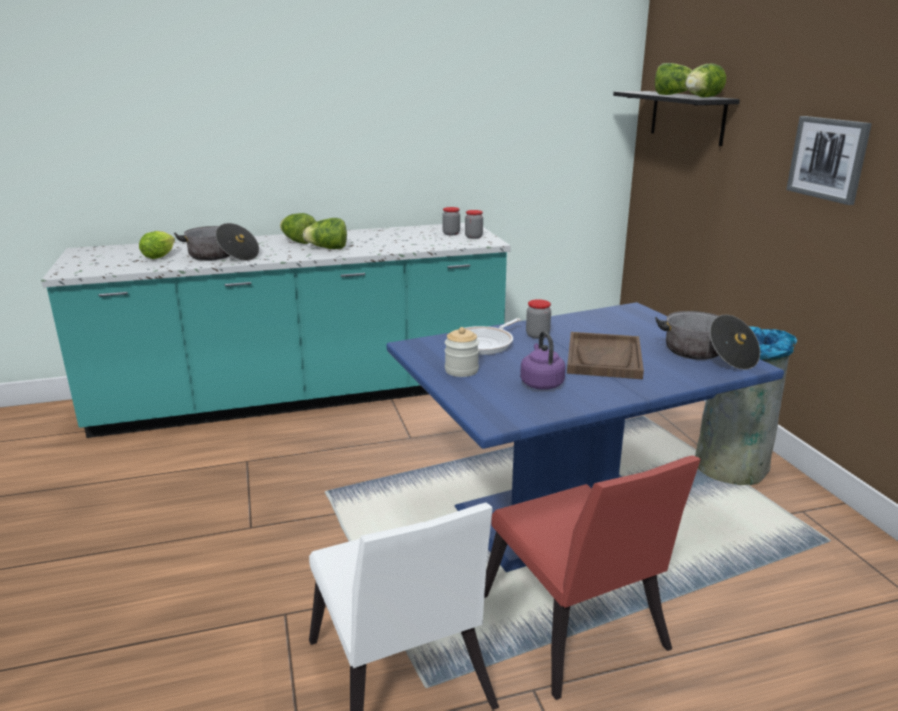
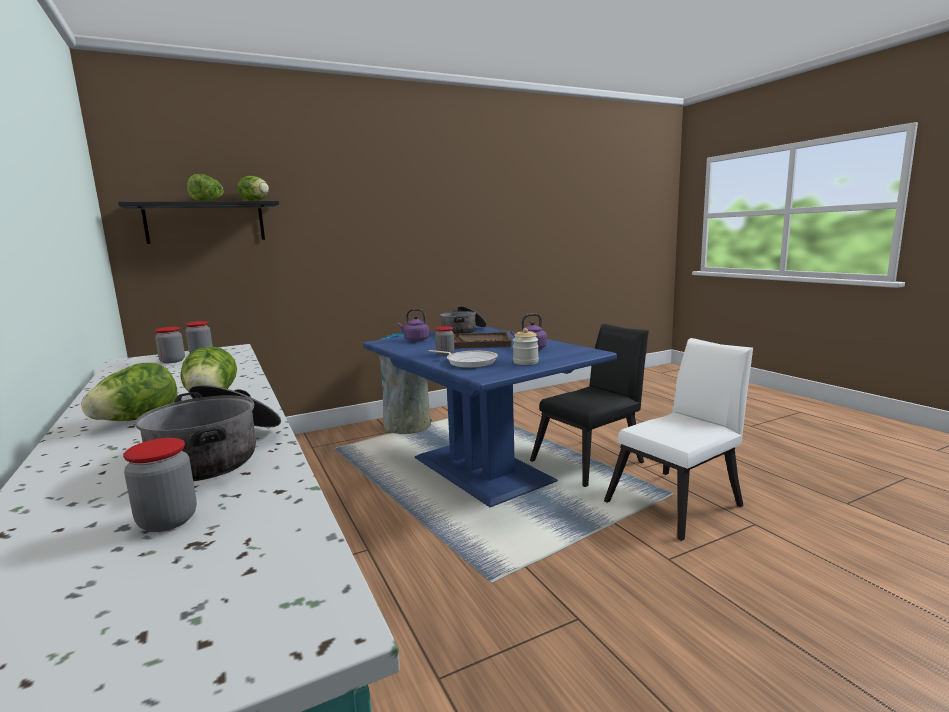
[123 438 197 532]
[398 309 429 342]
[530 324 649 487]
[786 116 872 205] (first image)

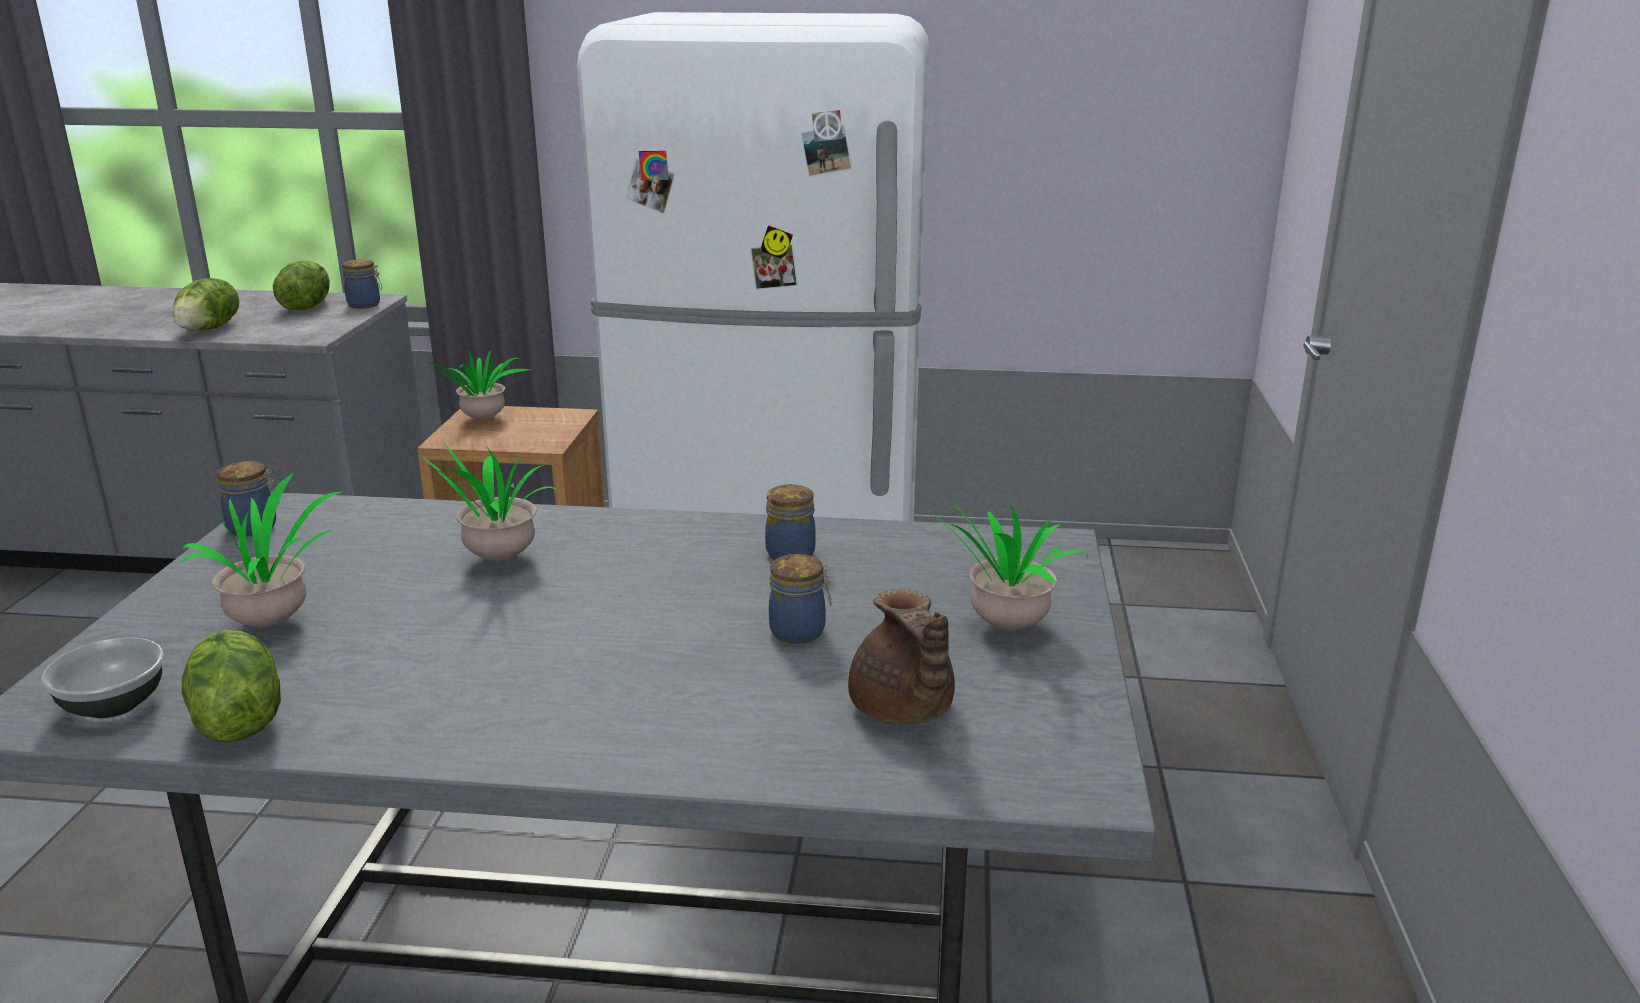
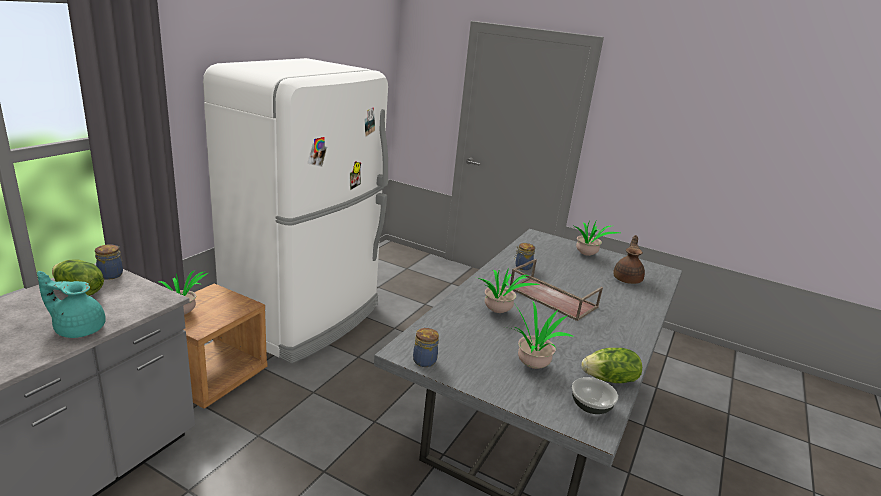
[37 271 106 338]
[510 259 603 321]
[614 235 645 284]
[769 554 831 644] (first image)

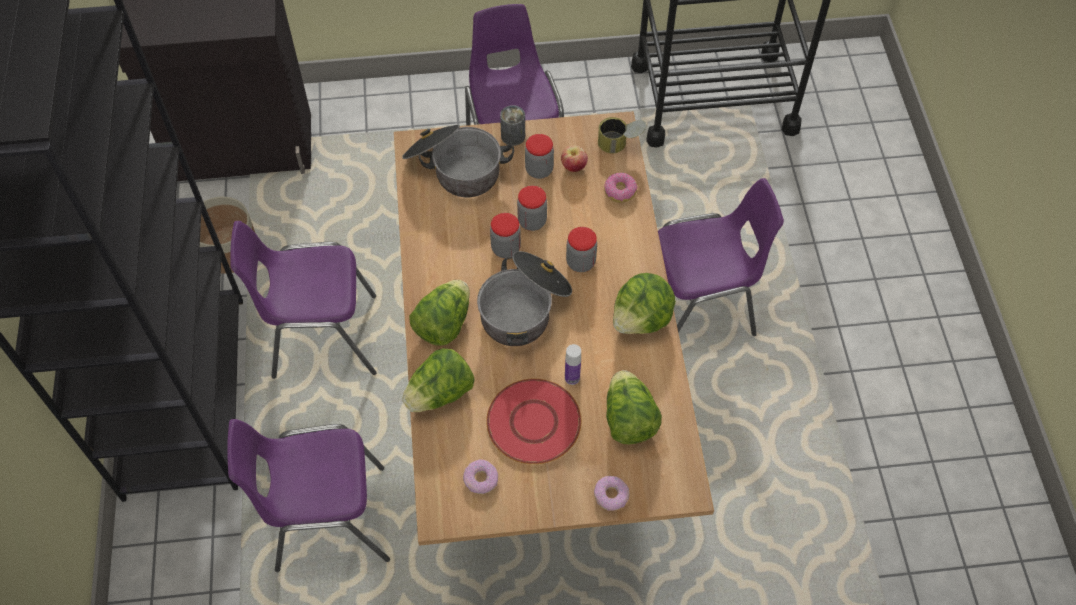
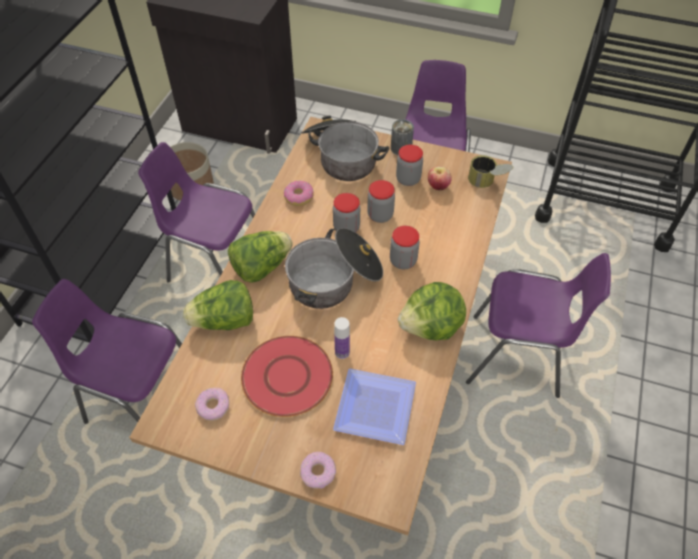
[284 181 314 206]
[333 369 416 445]

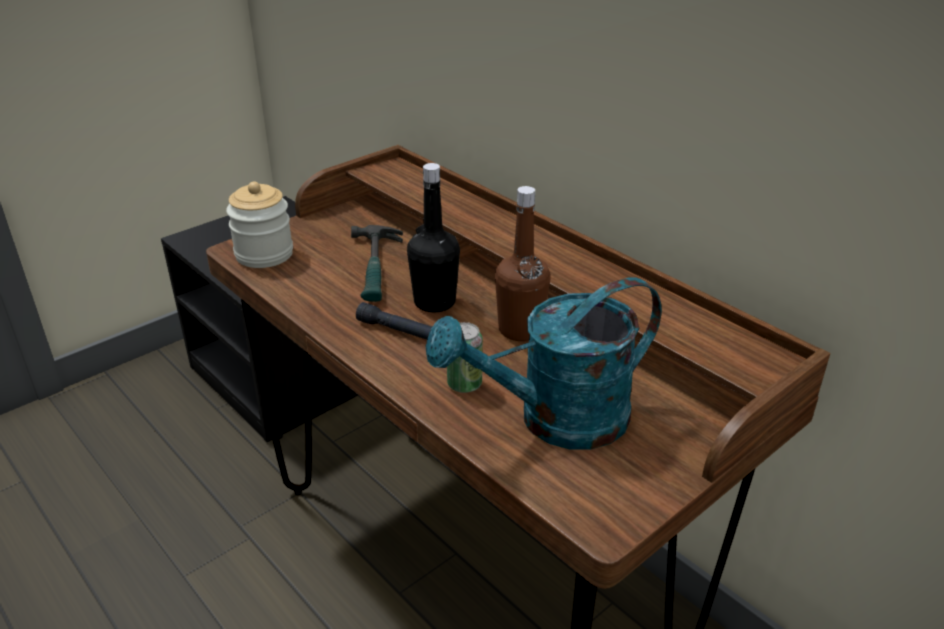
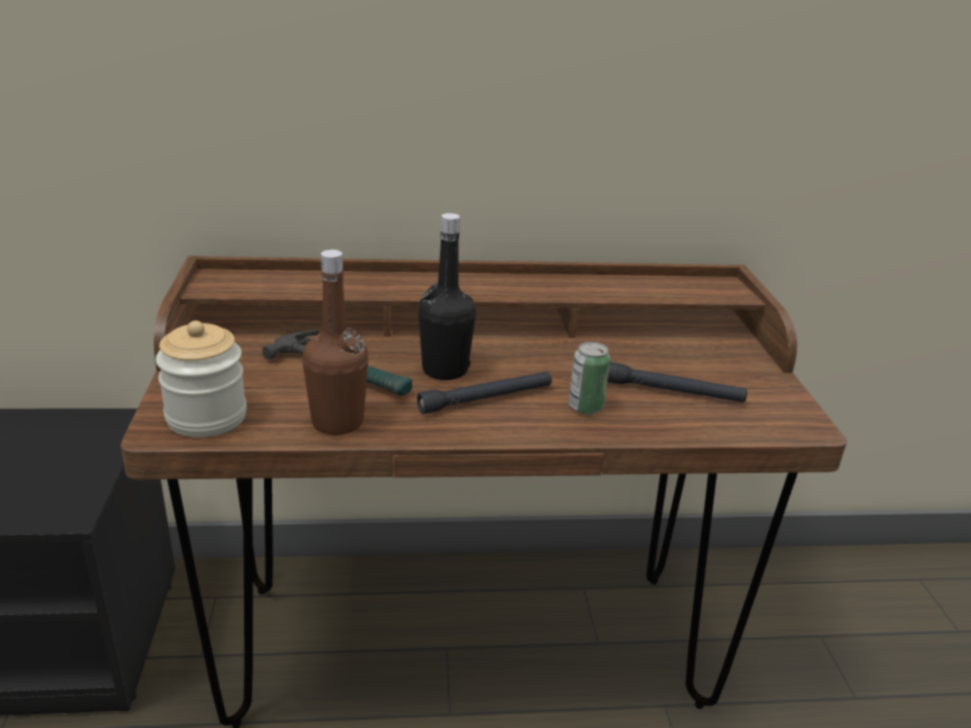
[302 250 368 435]
[608 362 747 403]

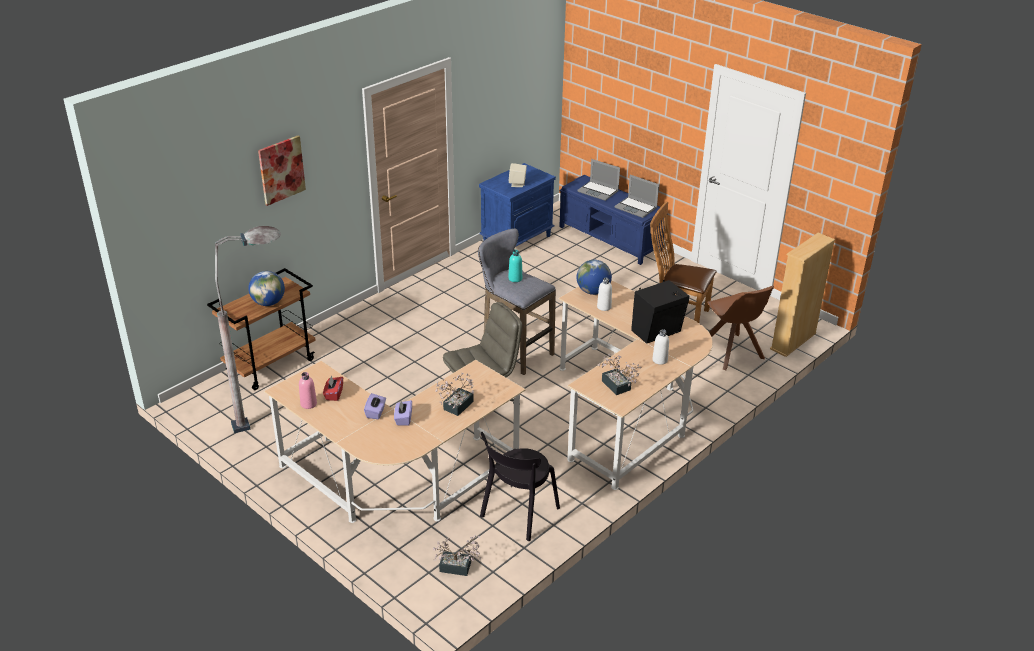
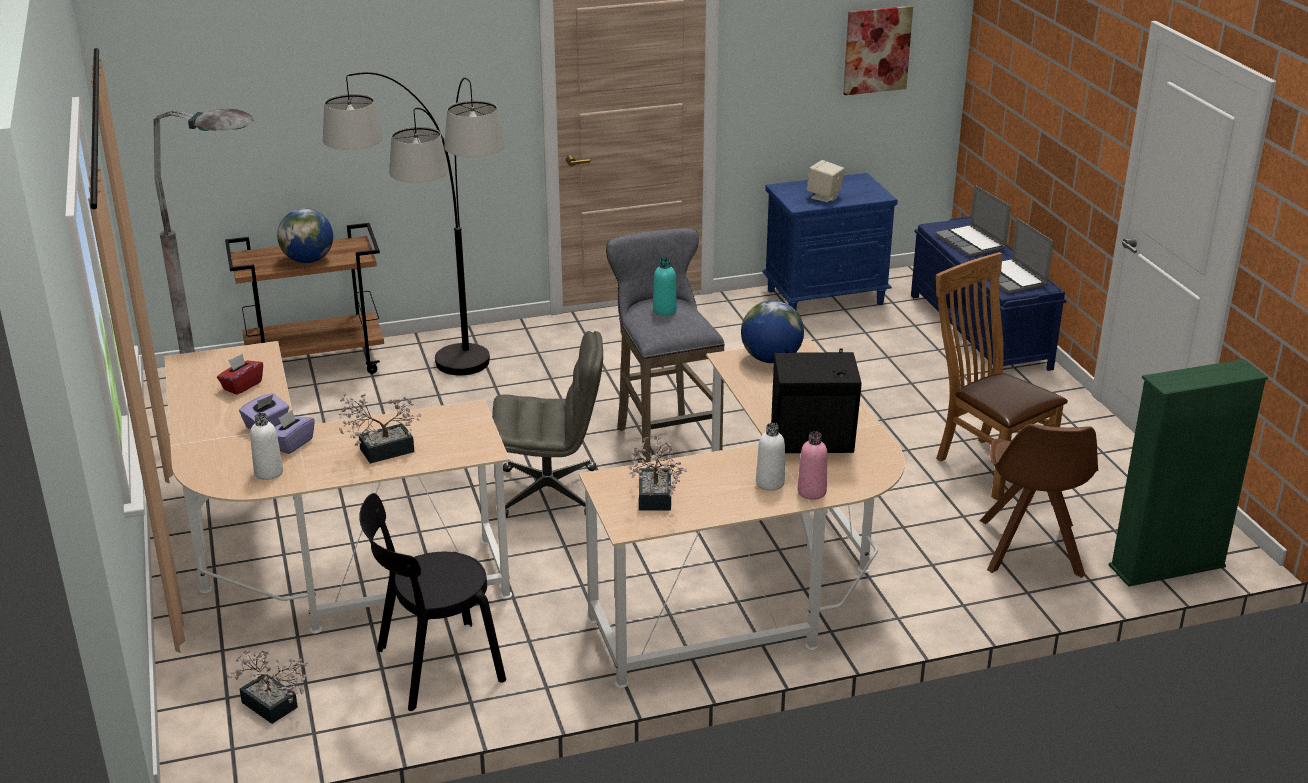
[250 413 283 480]
[323 72 505 375]
[797 431 828 500]
[843 6 913 95]
[1109 359 1268 587]

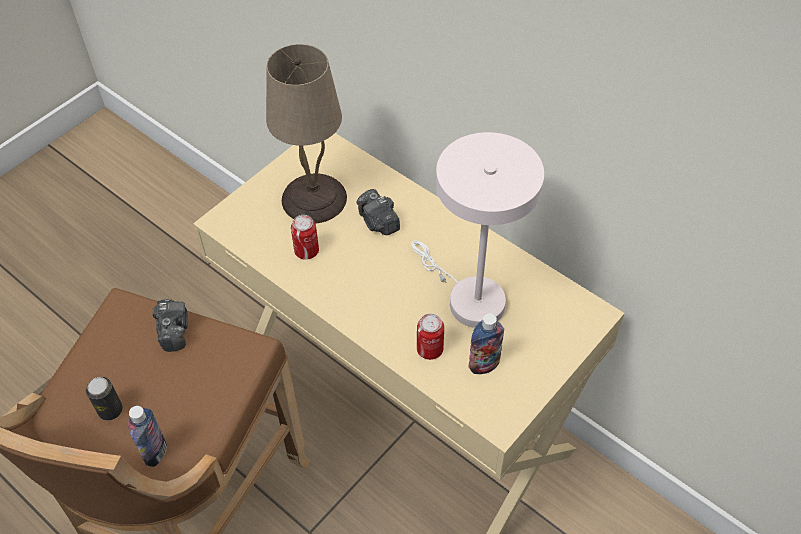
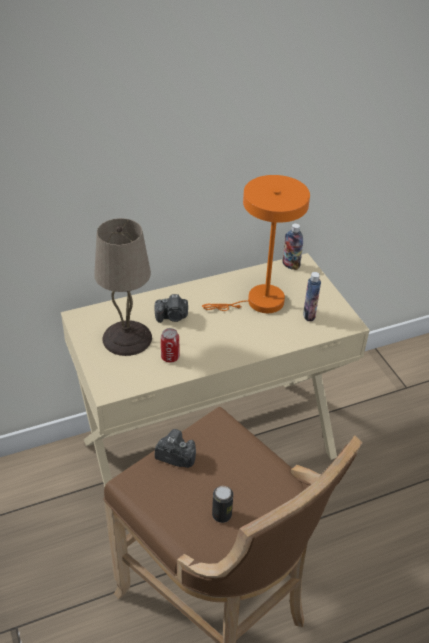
[202 175 310 313]
[283 223 303 270]
[417 313 444 360] (first image)

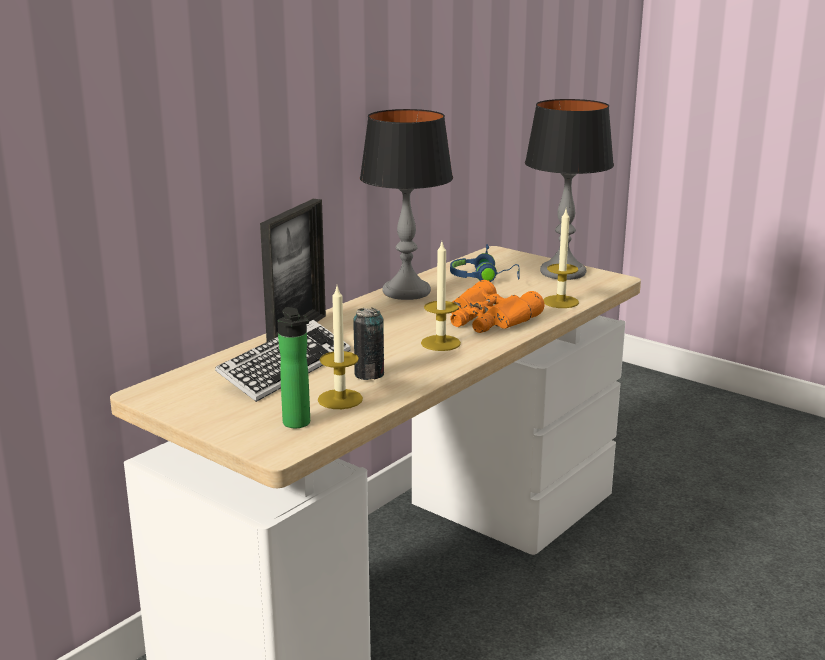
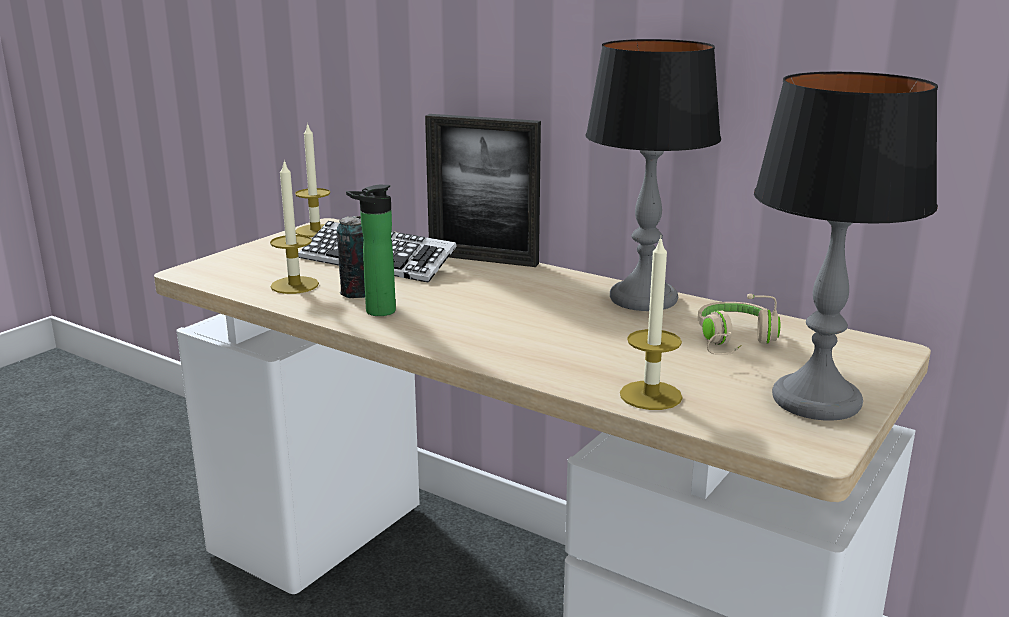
[295 122 330 237]
[346 185 396 316]
[697 294 780 355]
[450 280 544 333] (first image)

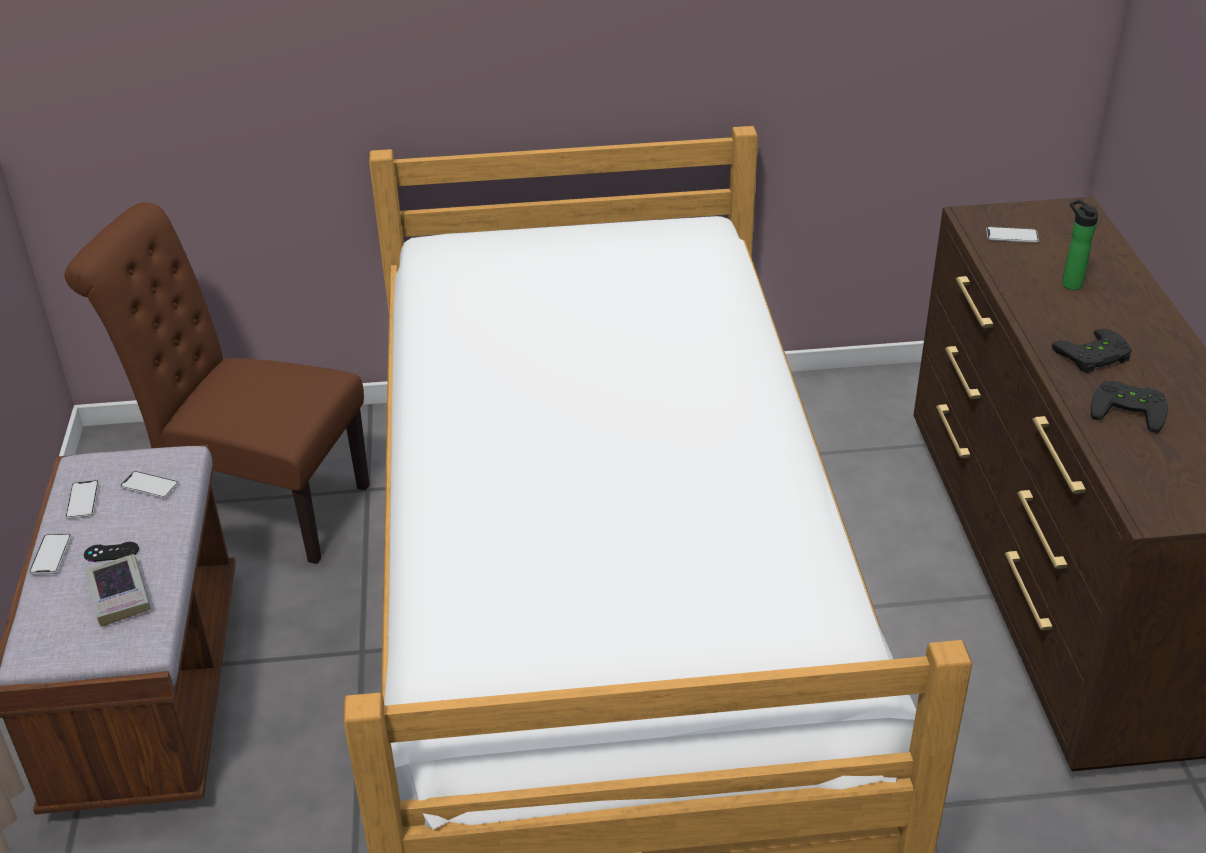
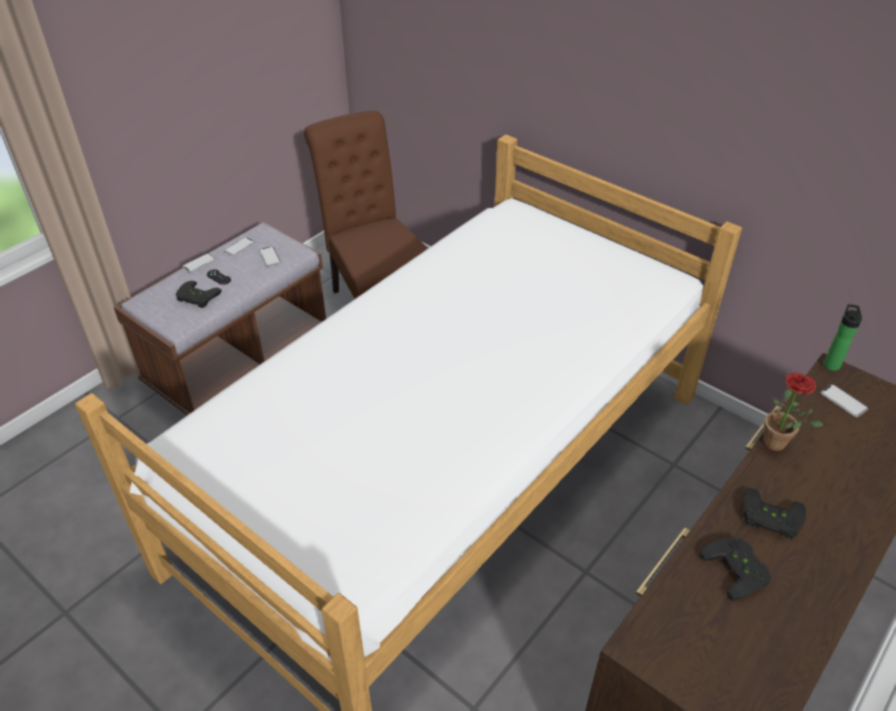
[176 281 222 308]
[763 372 823 451]
[824 304 862 371]

